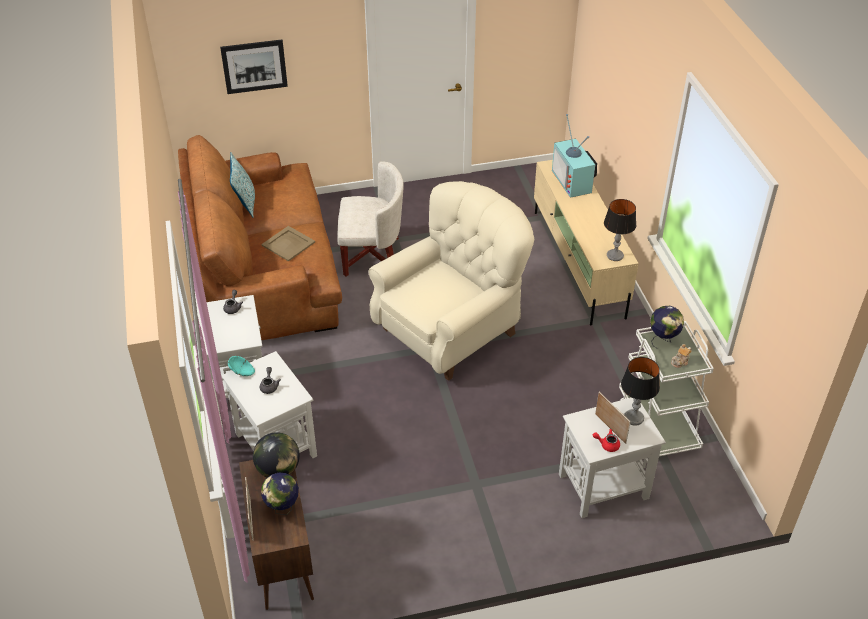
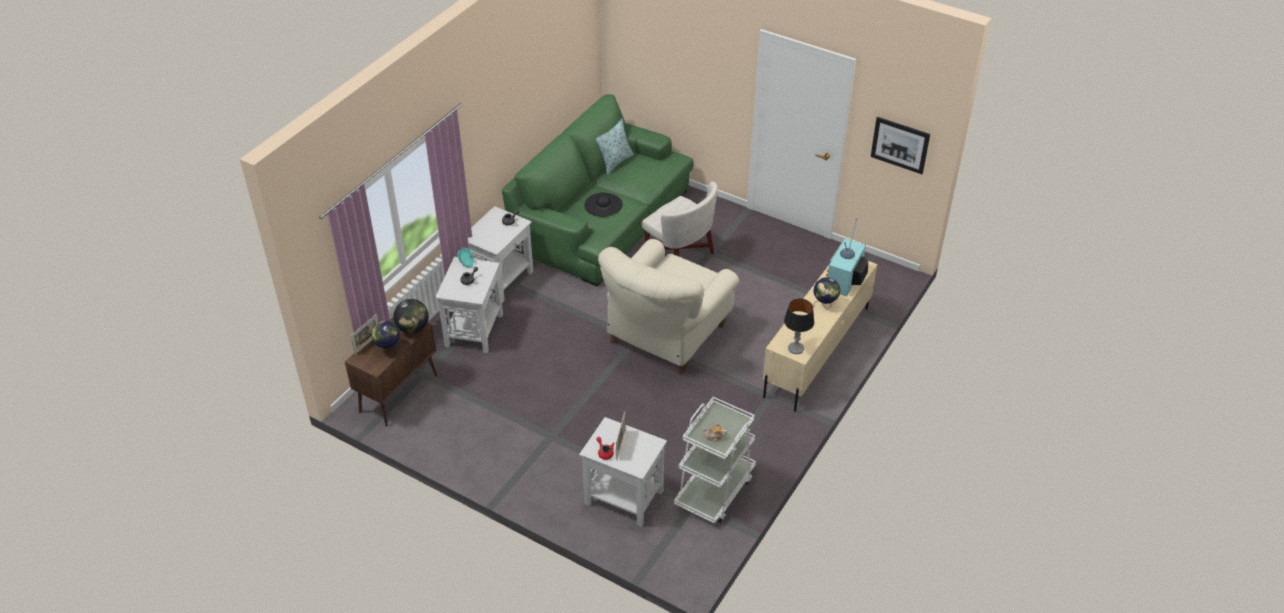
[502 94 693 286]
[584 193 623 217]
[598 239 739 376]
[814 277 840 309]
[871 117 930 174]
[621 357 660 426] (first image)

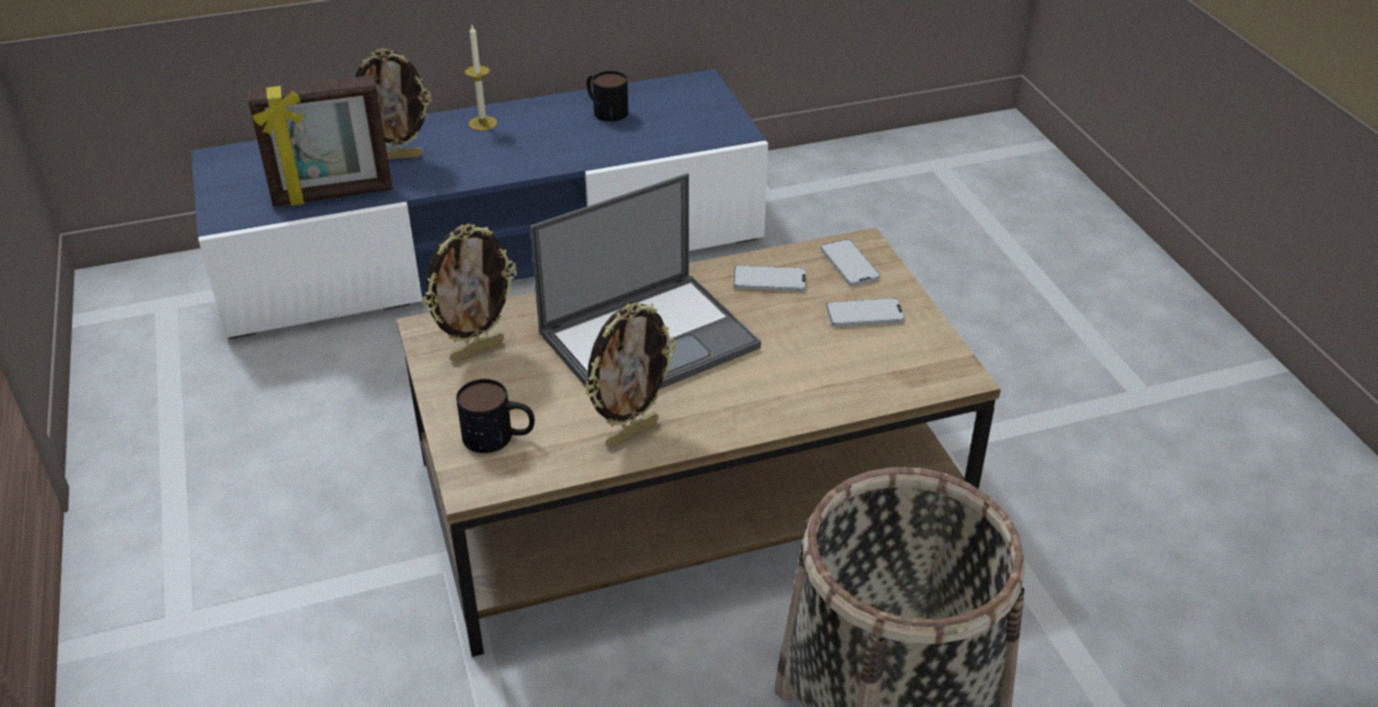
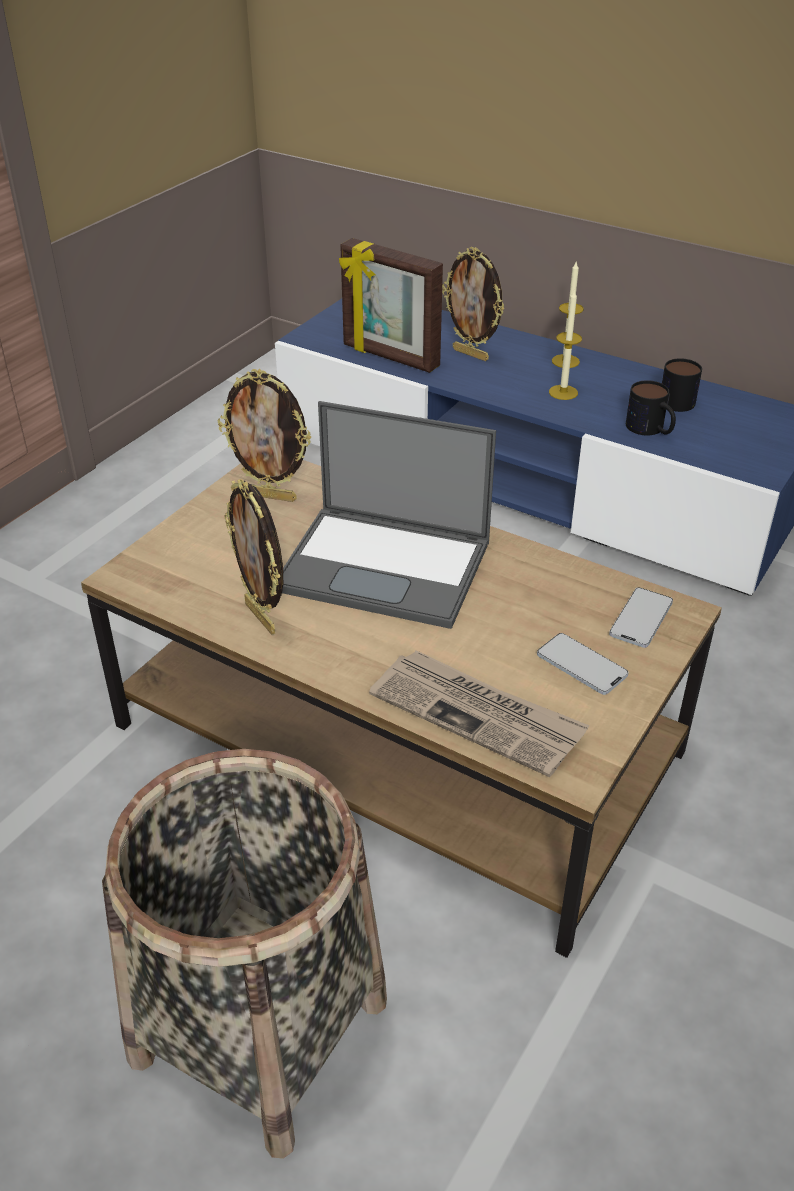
[225 479 283 635]
[369 650 589 777]
[549 289 582 400]
[626 380 676 435]
[733 265 806 291] (first image)

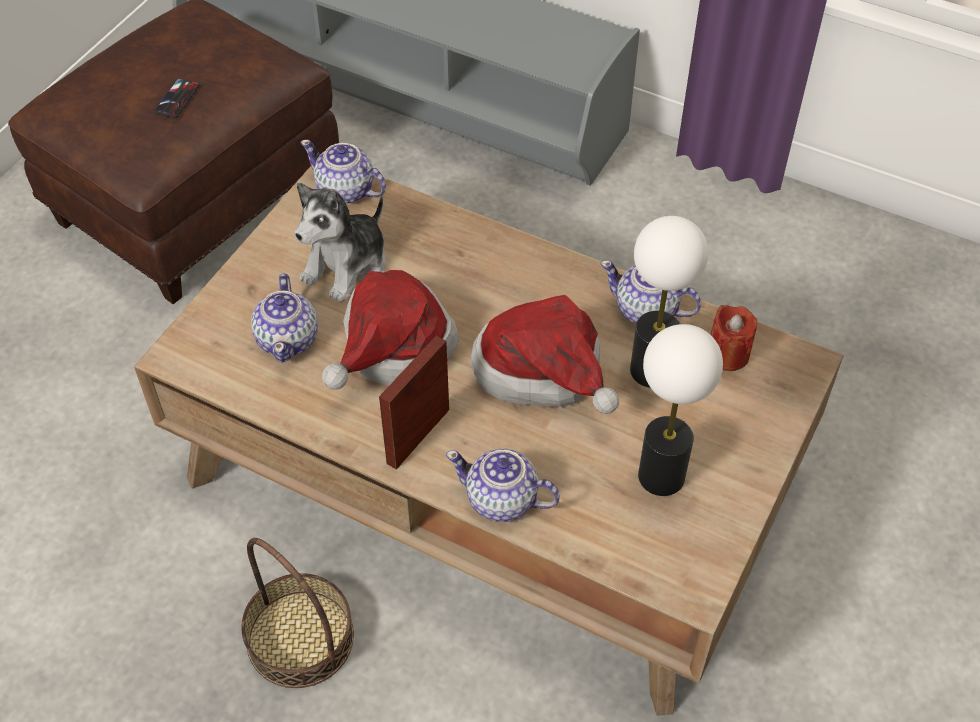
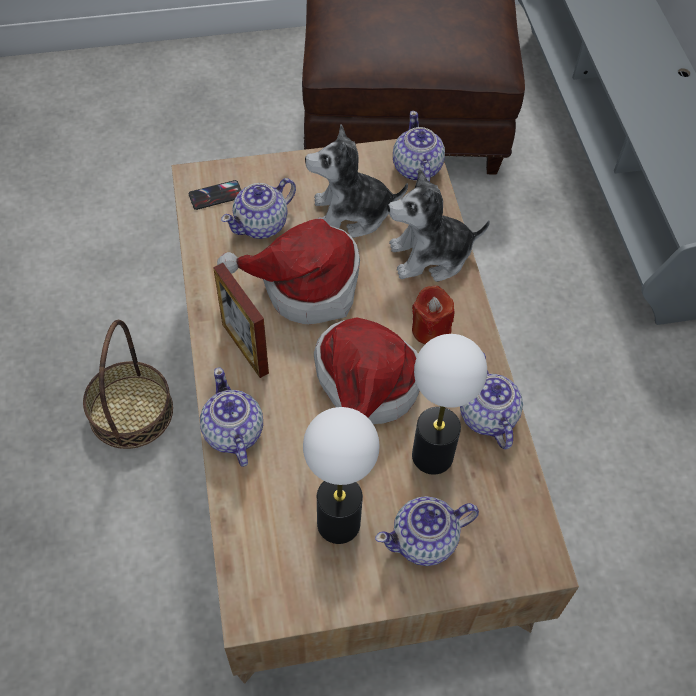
[189 180 241 210]
[213 263 269 378]
[375 496 479 566]
[388 169 490 282]
[412 286 455 344]

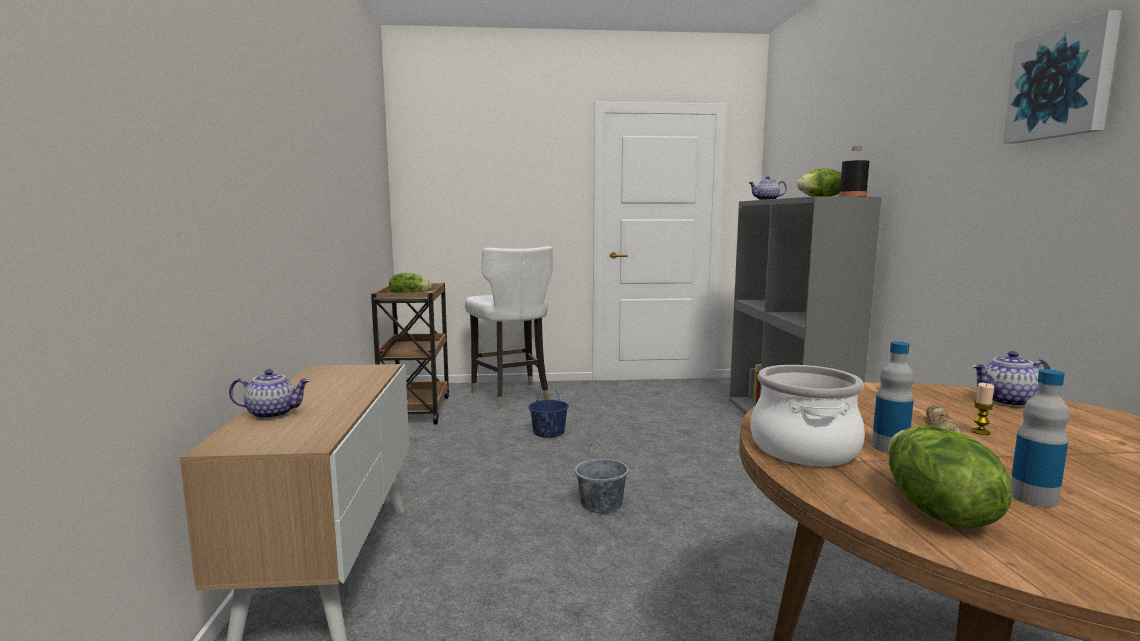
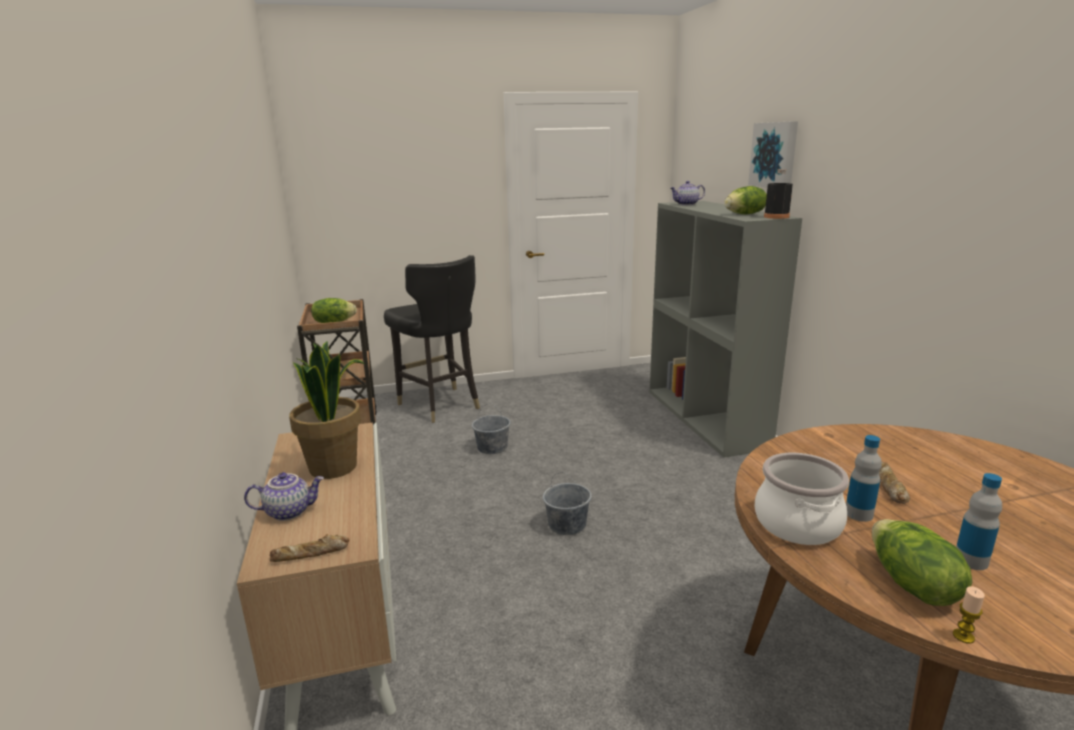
[270 534 349 562]
[289 341 365 479]
[384 255 480 423]
[472 403 511 454]
[748 121 798 187]
[953 586 985 644]
[972 351 1051 407] (first image)

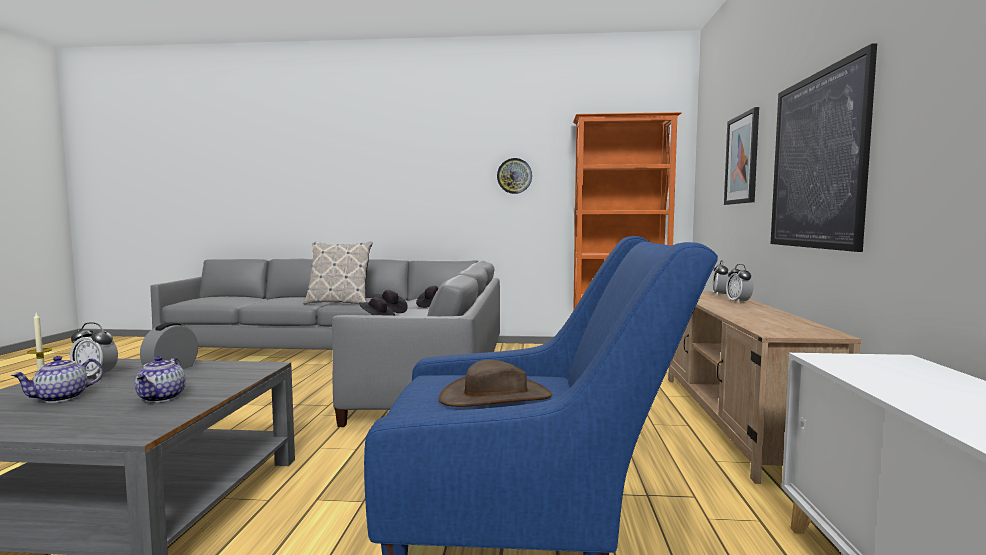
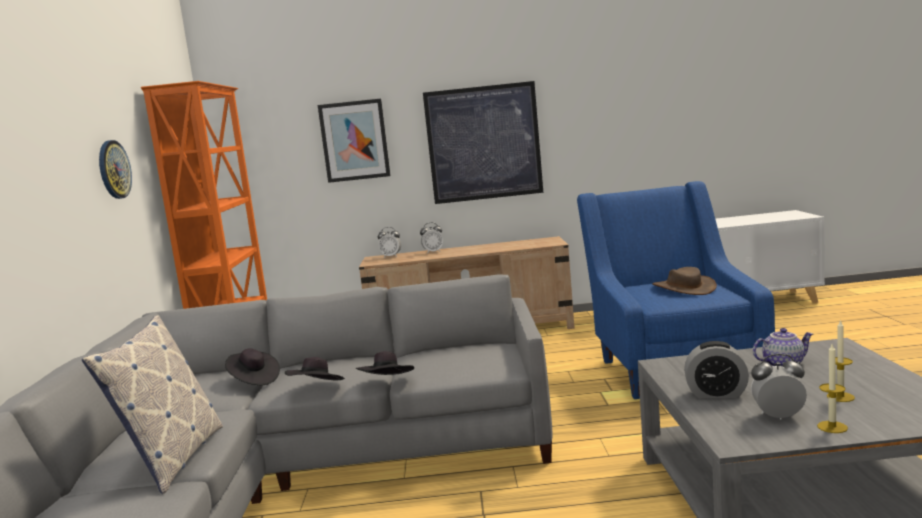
[751 354 807 420]
[827 319 855 402]

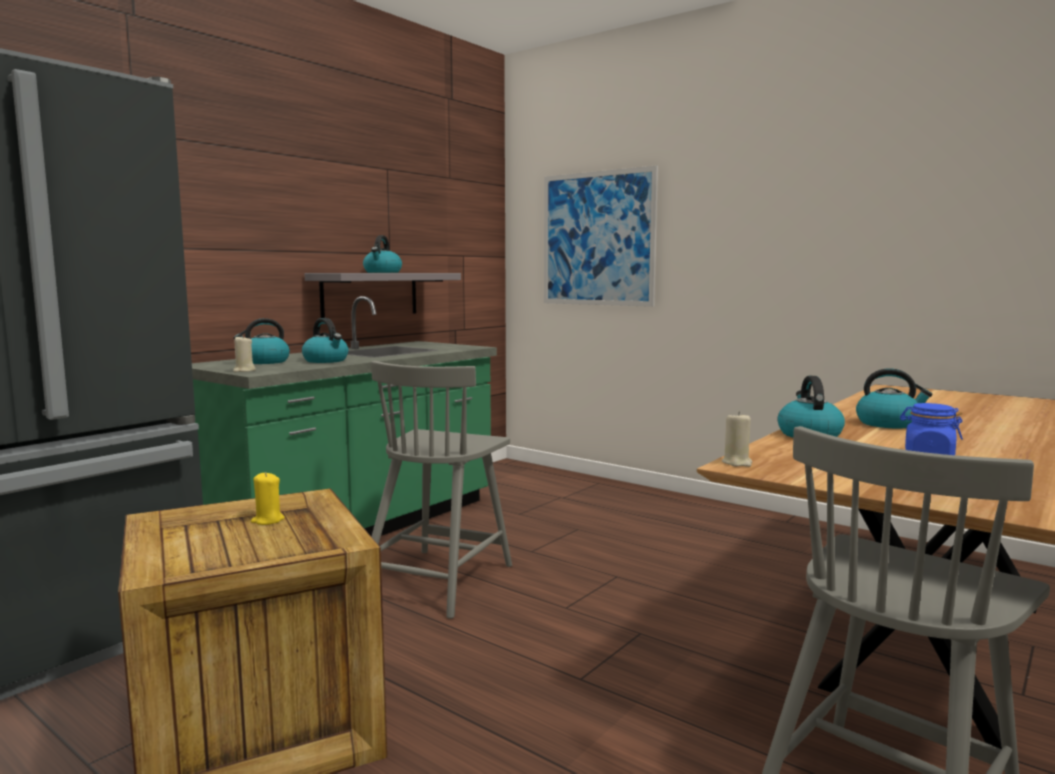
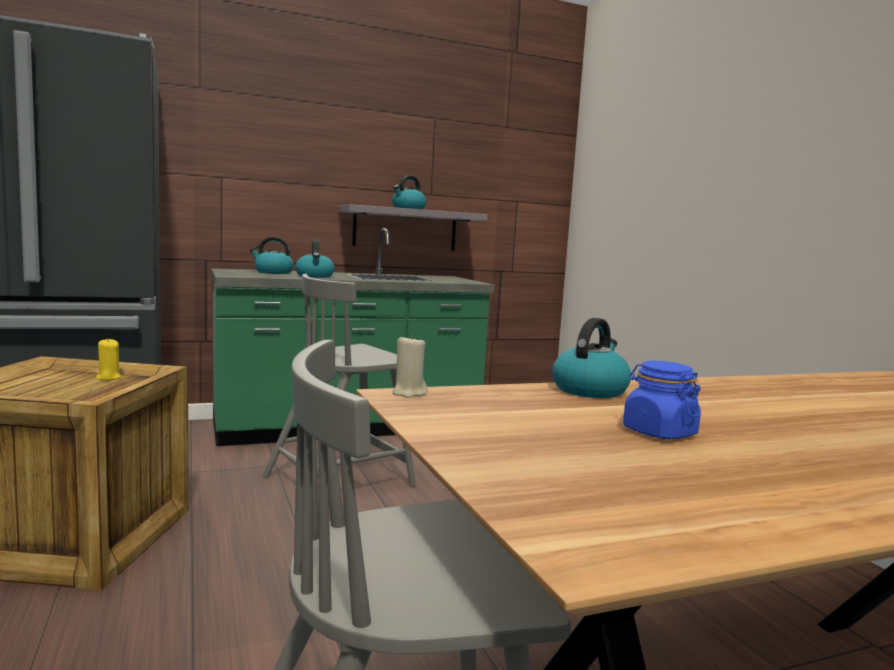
[233 335 256 372] (first image)
[544 165 658 307] (first image)
[856 368 932 429] (first image)

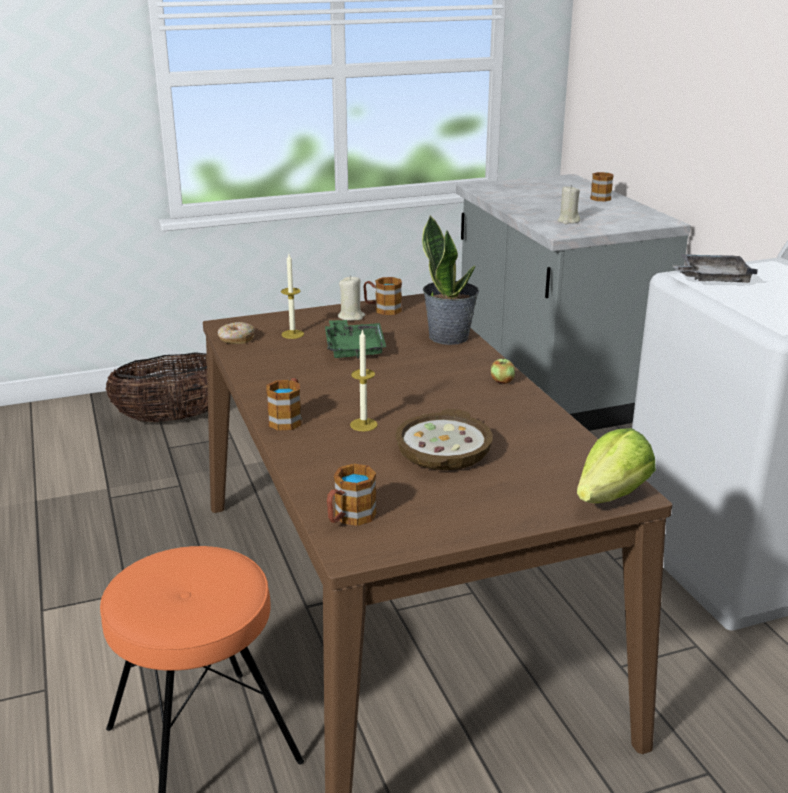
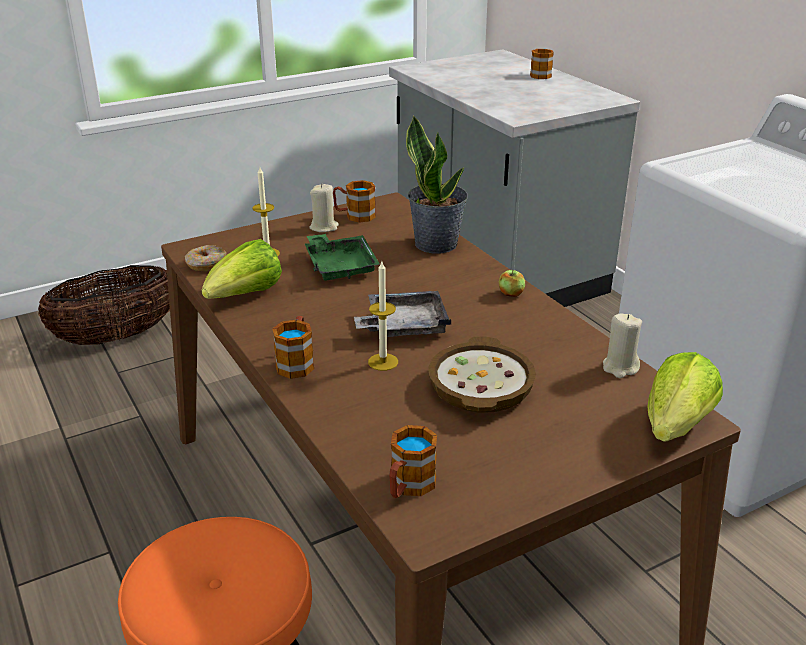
[201 239 282 299]
[354 291 451 337]
[603 314 642 378]

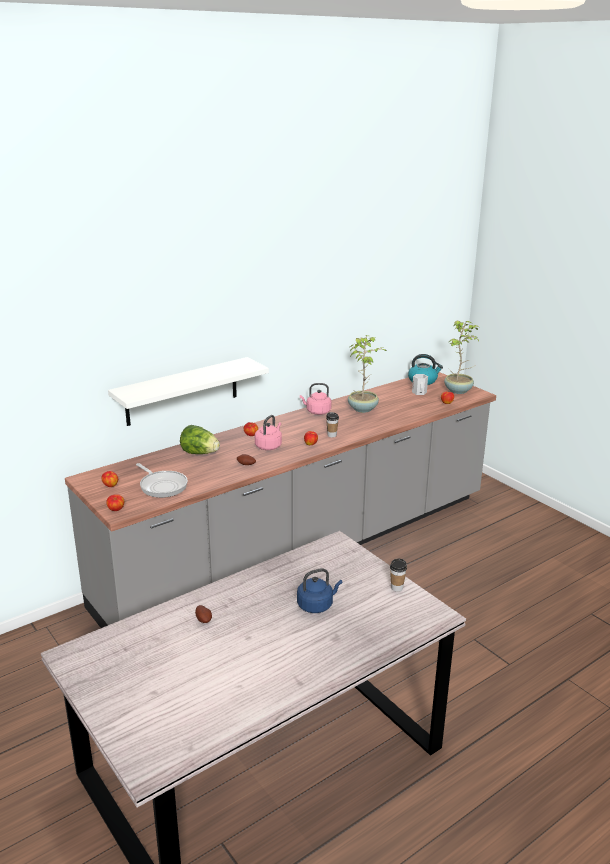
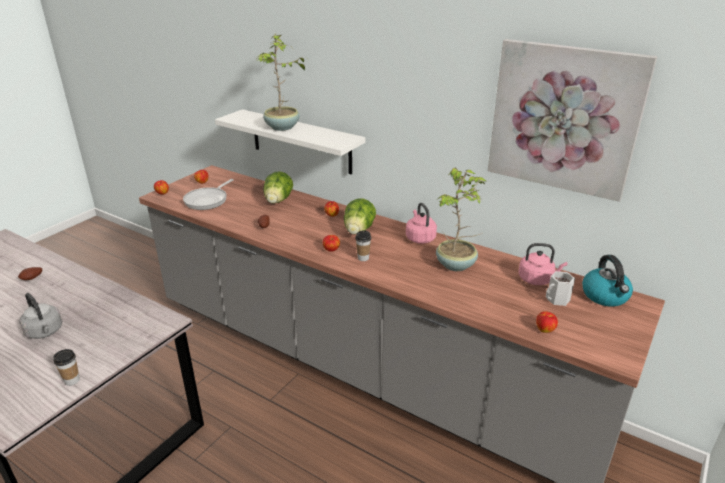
[19 293 62 339]
[256 34 309 131]
[344 199 376 235]
[488 39 658 202]
[518 243 568 285]

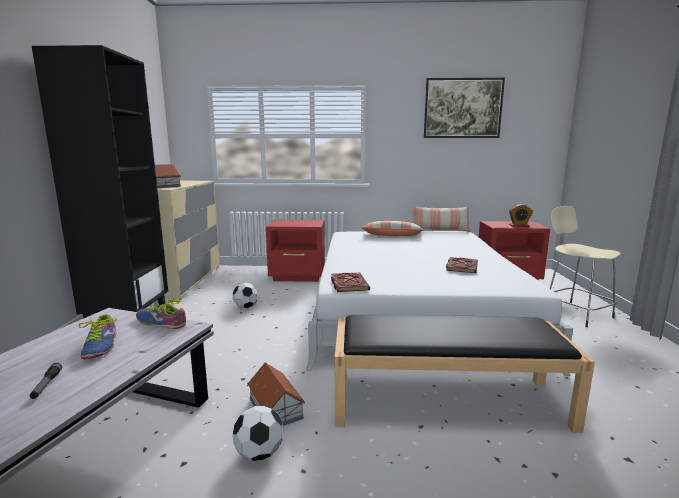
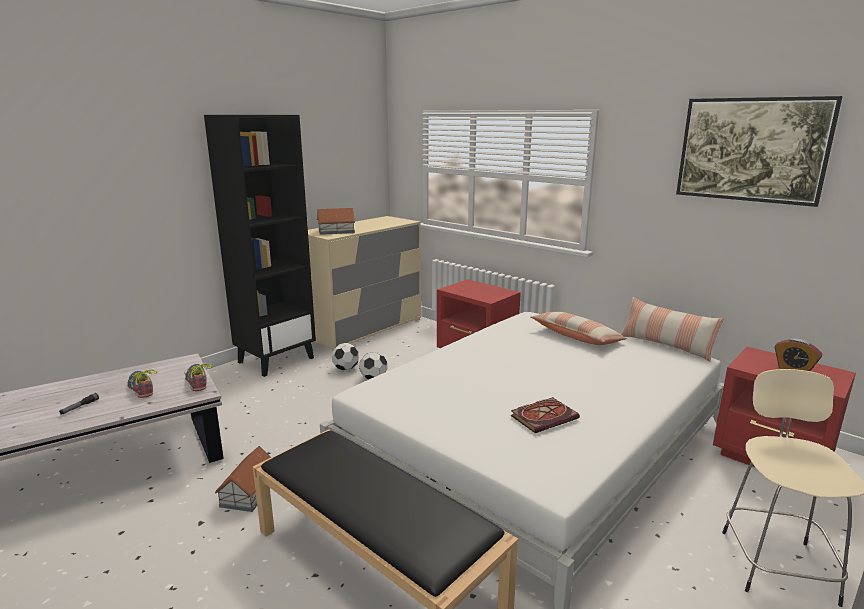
[128 370 157 398]
[332 343 359 370]
[331 273 370 292] (first image)

